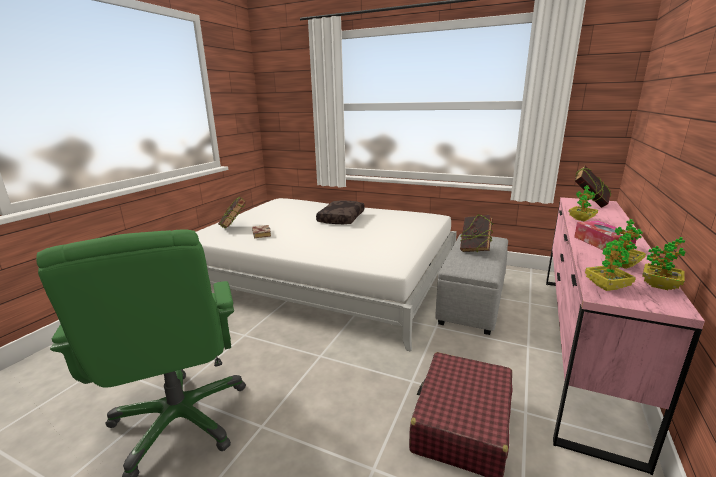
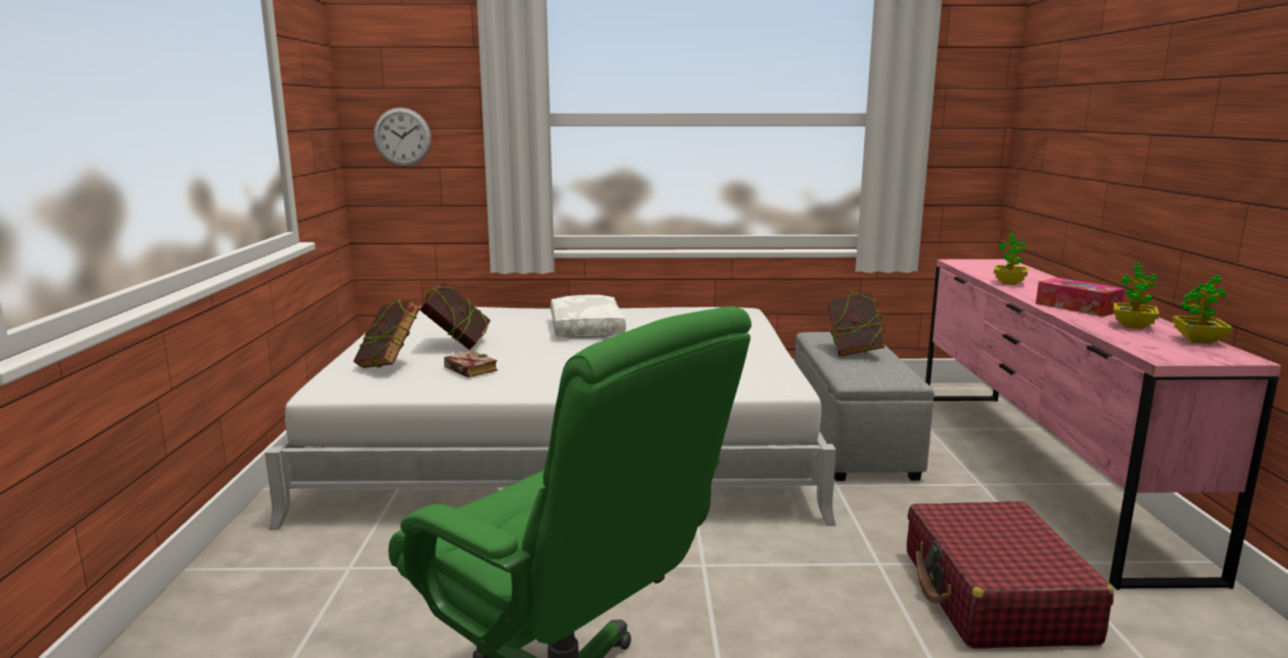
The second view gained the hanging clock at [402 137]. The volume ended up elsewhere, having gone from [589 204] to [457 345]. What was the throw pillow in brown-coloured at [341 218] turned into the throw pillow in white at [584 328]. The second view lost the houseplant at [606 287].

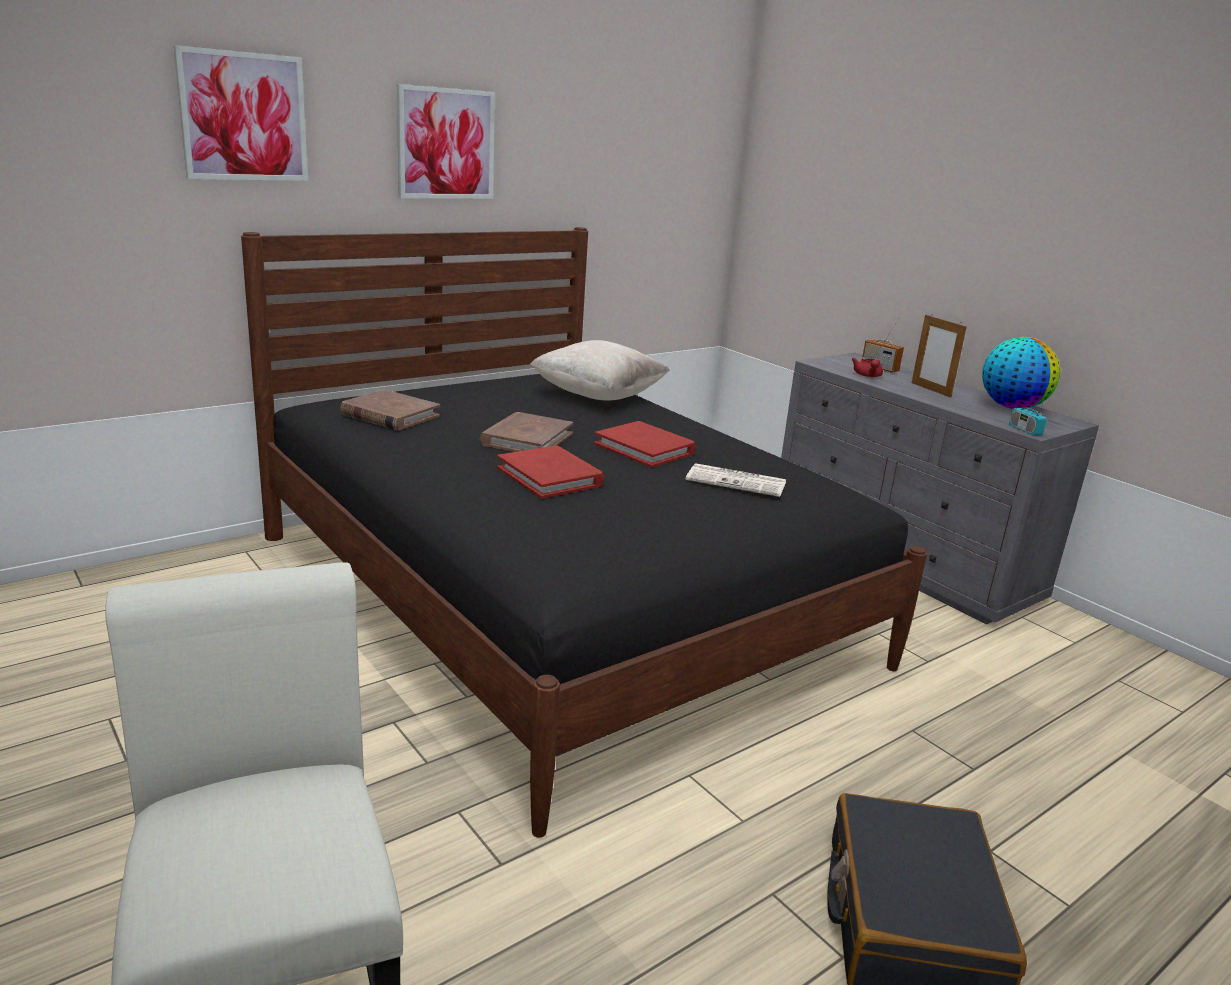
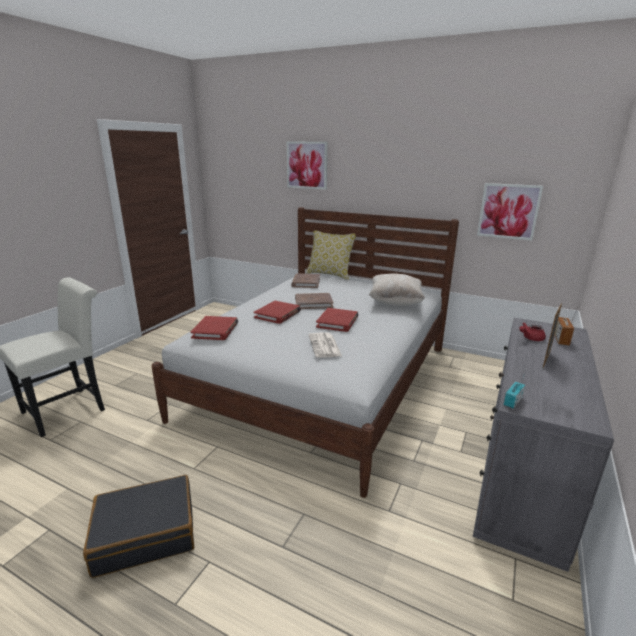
What was the bedroom bed in black-coloured at [558 598] turned into the bedroom bed in white at [322 381]. The second view gained the volume in red at [215 330]. The second view gained the throw pillow at [330 275]. The wall picture ended up elsewhere, having gone from [446 144] to [508 211]. The second view lost the globe at [1012 407].

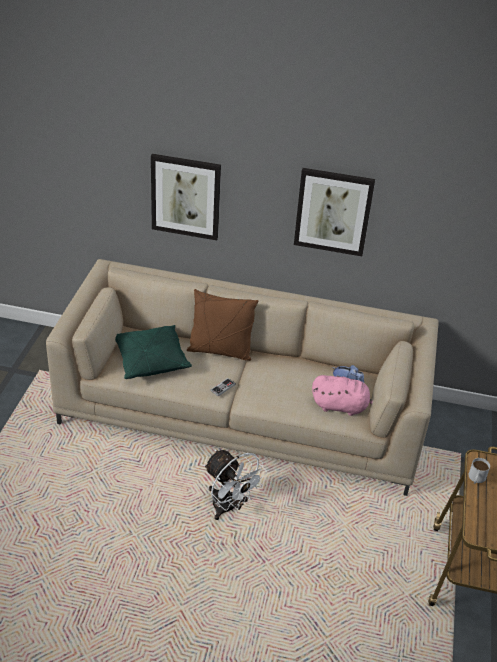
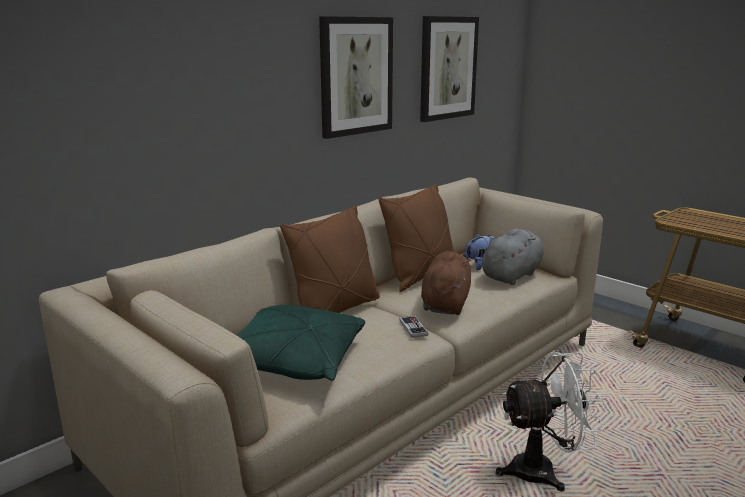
The second view gained the throw pillow in brown-coloured at [420 276]. The wall picture ended up elsewhere, having gone from [186 196] to [447 68]. The second view gained the plush toy in brown-coloured at [445 303]. What was the plush toy in pink at [342 406] turned into the plush toy in grey at [512 275]. The second view lost the coffee mug in white at [476 478].

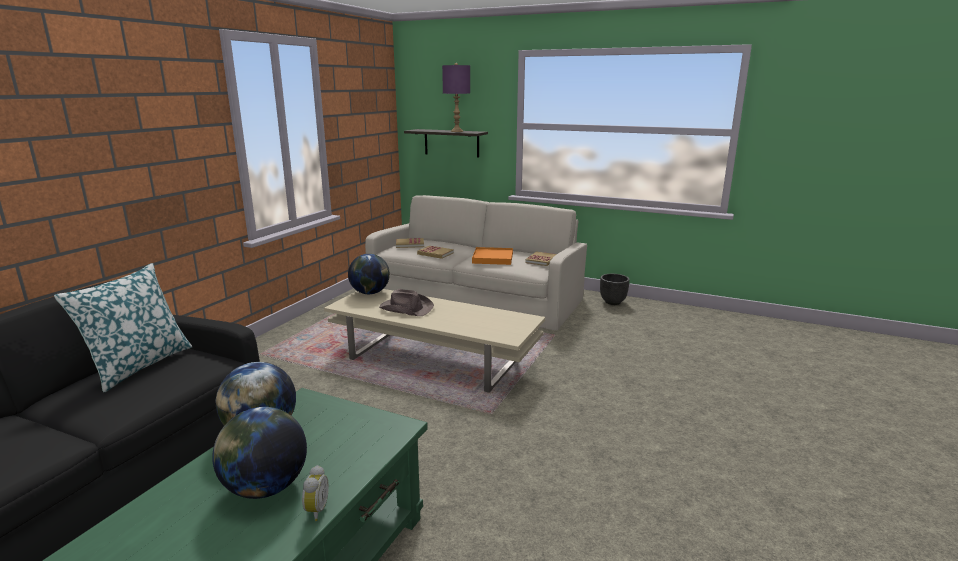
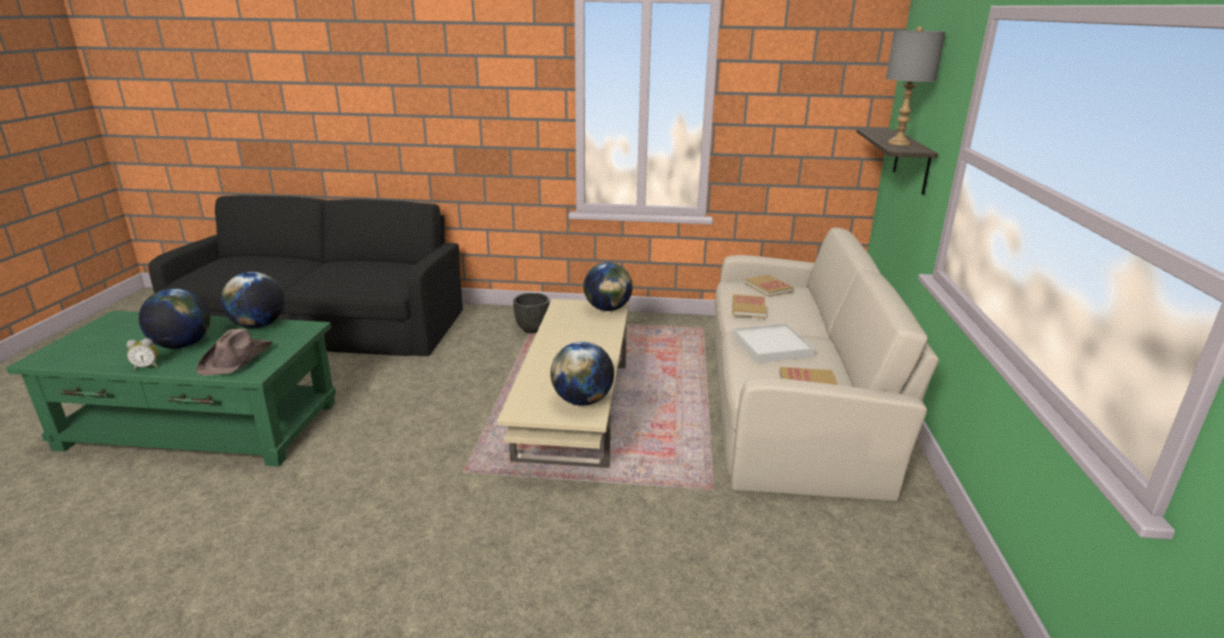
The clothing hat in brown-coloured ended up elsewhere, having gone from [406 308] to [237 358]. The planter in black-coloured ended up elsewhere, having gone from [613 302] to [532 329]. The second view gained the globe at [582 401]. What was the carrying tray in orange at [493 258] turned into the carrying tray in white at [772 346]. What was the lamp for a table in purple-coloured at [457 131] turned into the lamp for a table in grey at [898 143]. The second view lost the throw pillow at [139 365].

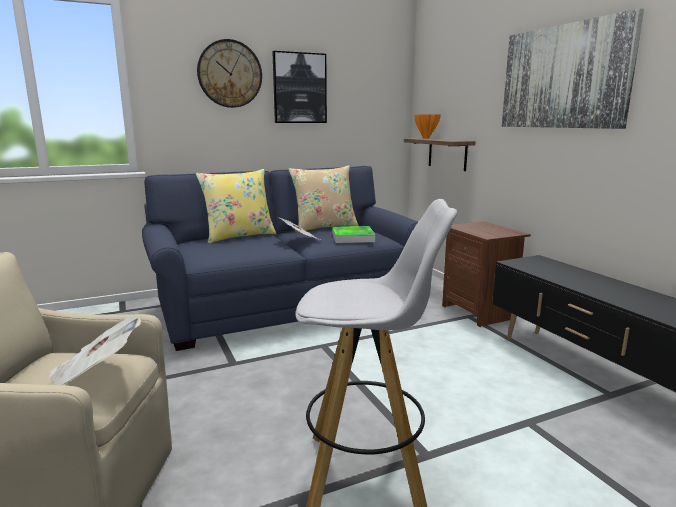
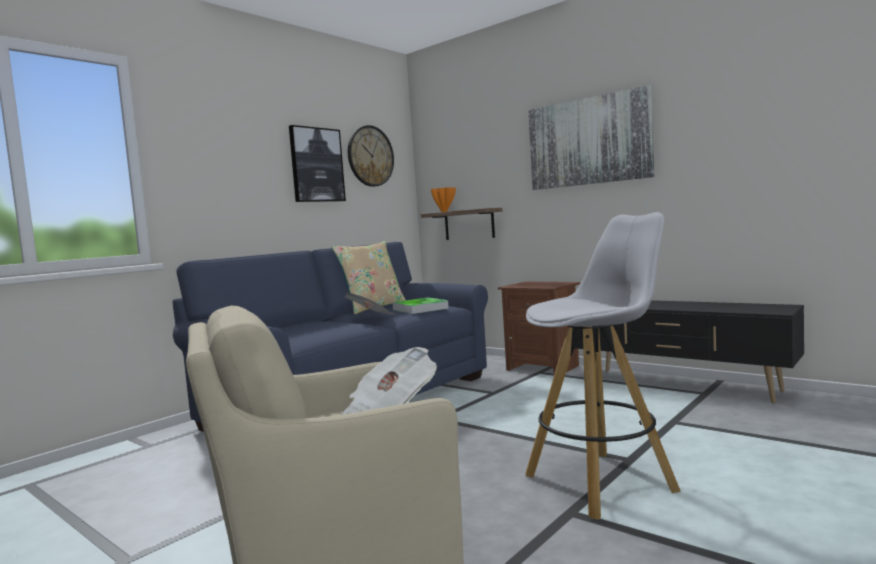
The hanging clock ended up elsewhere, having gone from [230 74] to [370 156]. The second view lost the throw pillow in yellowish at [239 236].

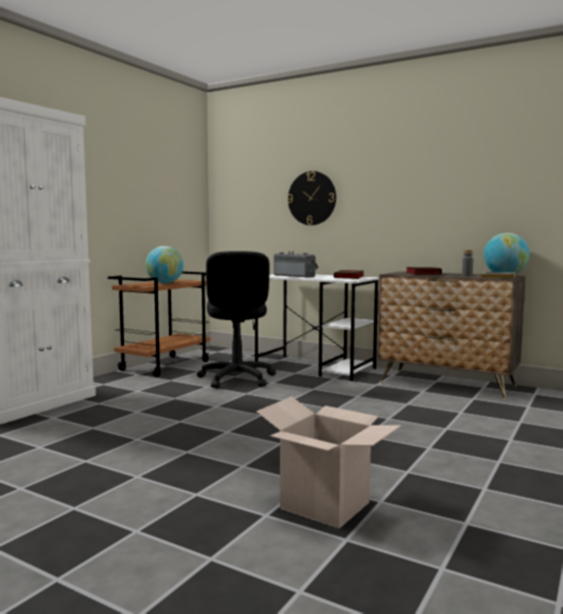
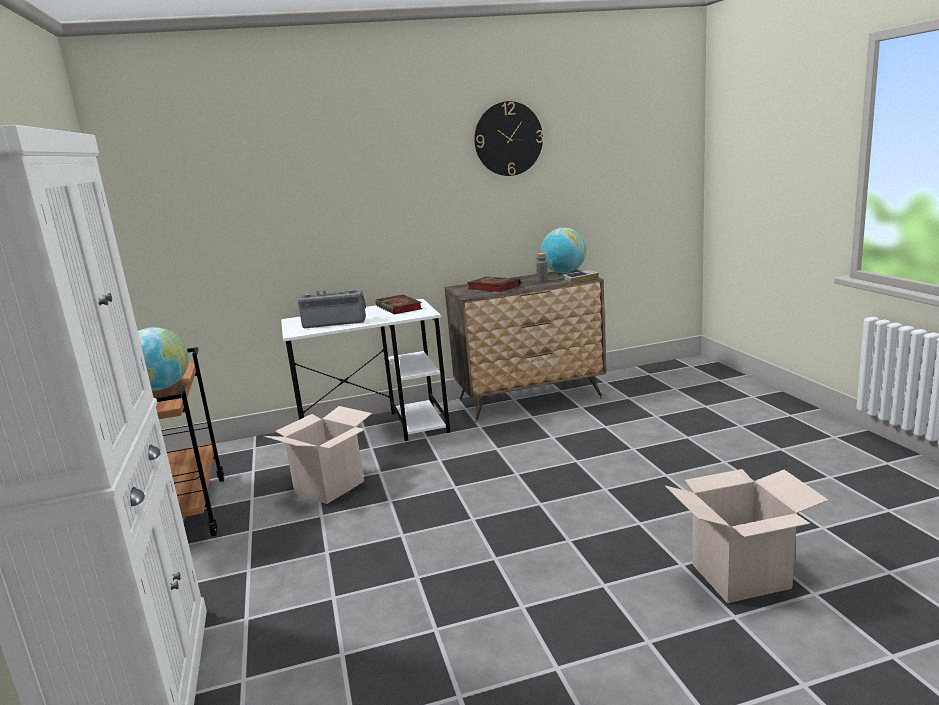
Where the office chair in black-coloured stood at [237 379], the packing box came to stand at [329 487]. The hanging clock ended up elsewhere, having gone from [312 198] to [508 139].

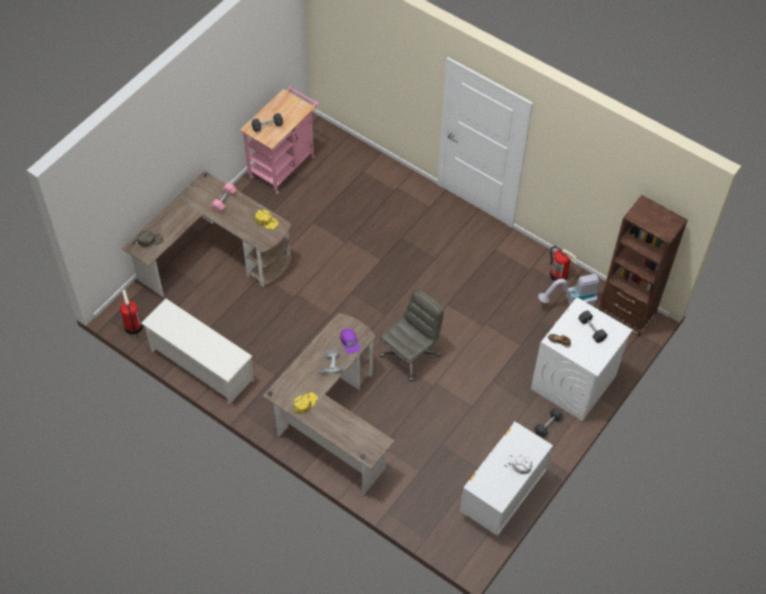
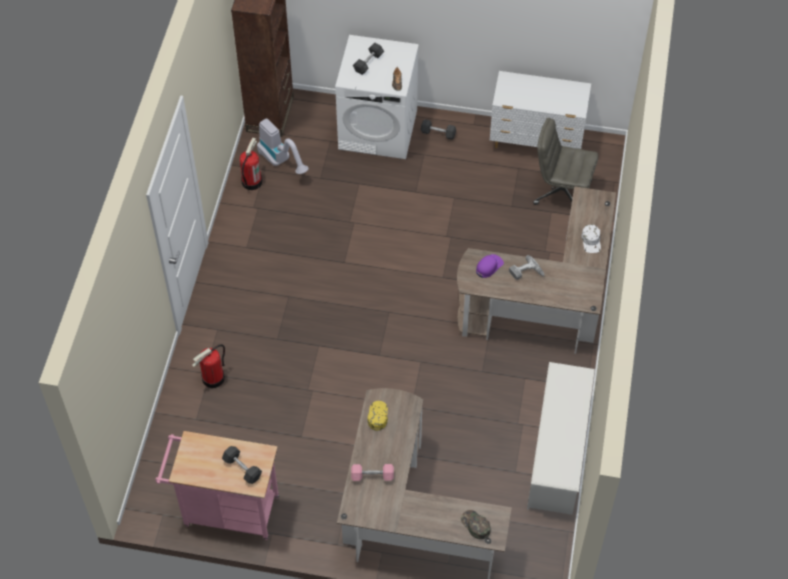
The fire extinguisher ended up elsewhere, having gone from [133 326] to [213 378]. The office chair in grey ended up elsewhere, having gone from [410 355] to [561 192]. The baseball cap in white ended up elsewhere, having gone from [517 465] to [591 241]. The second view lost the baseball cap in yellowish at [305 403].

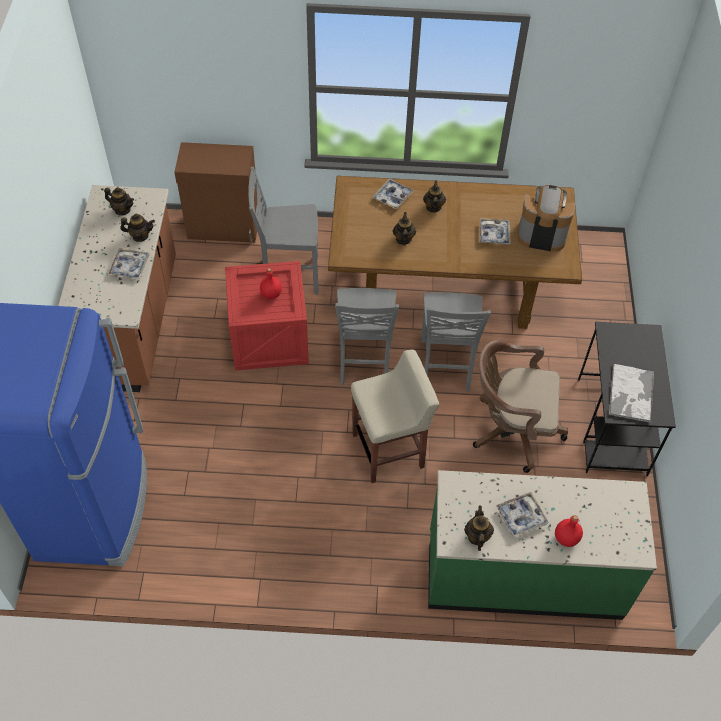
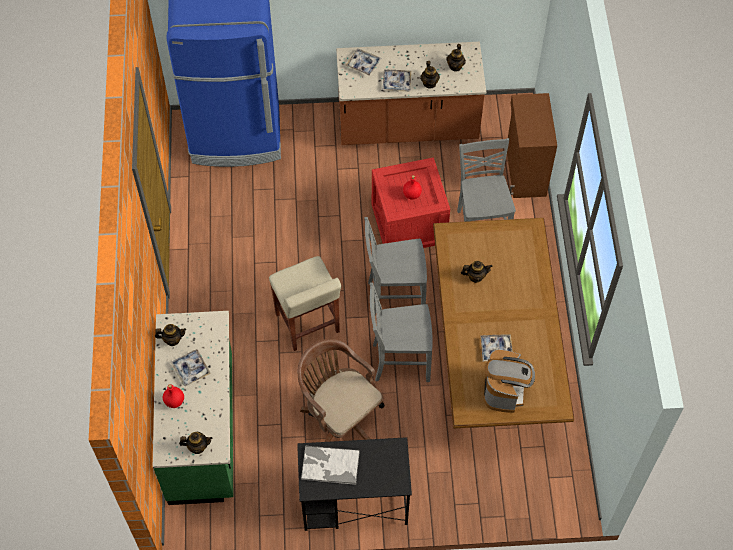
The teapot ended up elsewhere, having gone from [433 207] to [197 446]. The office chair in brown-coloured at [511 429] ended up facing another way, 45 degrees counterclockwise from before. The carrying tray ended up elsewhere, having gone from [392 197] to [363 64].

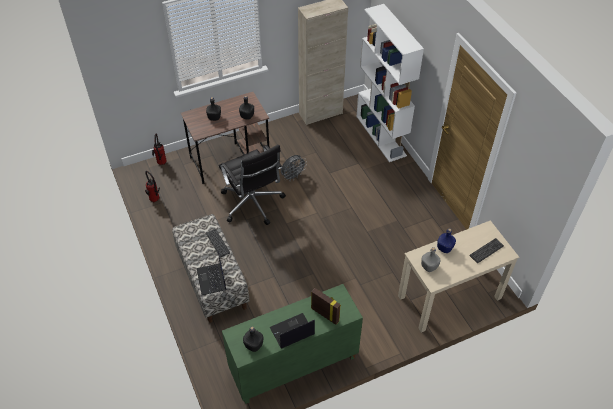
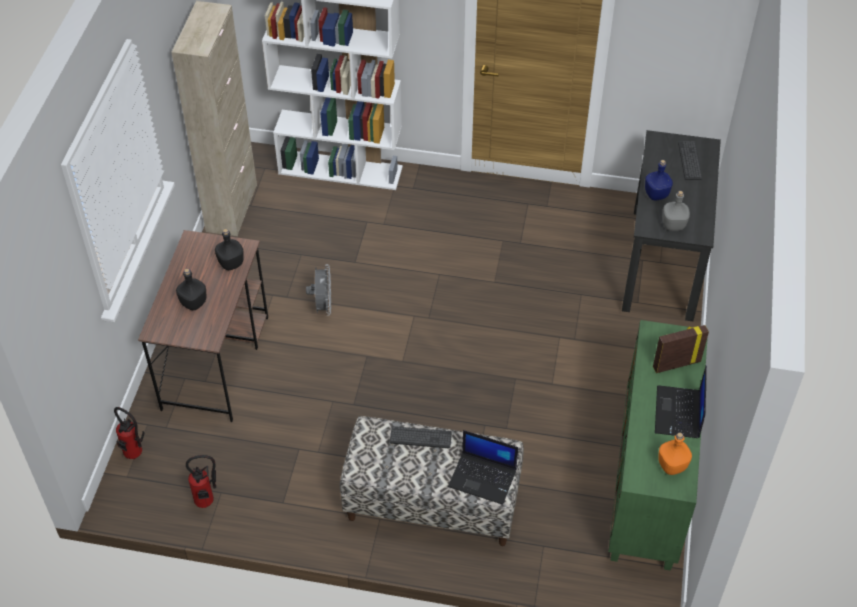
What was the desk table in beige-coloured at [449 297] turned into the desk table in black-coloured at [662 263]. What was the bottle in black-coloured at [254 345] turned into the bottle in orange at [672 465]. The second view lost the office chair in black-coloured at [253 204].

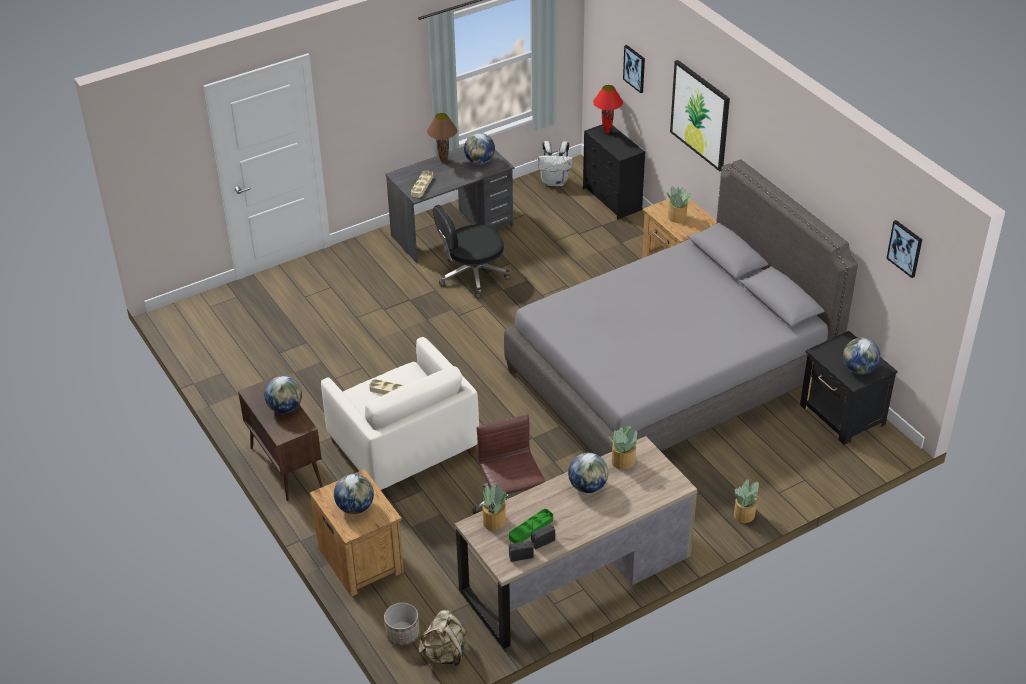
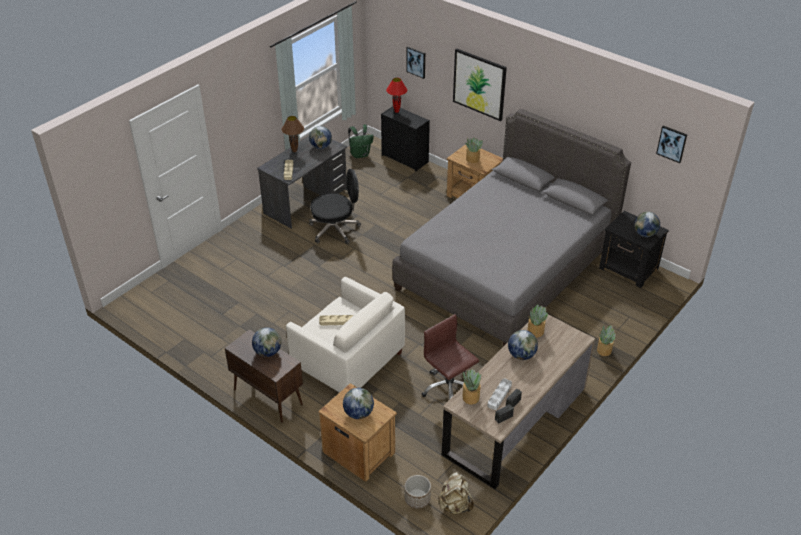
The office chair in black-coloured at [471 276] ended up facing another way, 150 degrees counterclockwise from before. What was the rucksack in white at [555 181] turned into the rucksack in greenish at [360 154]. What was the carrying tray in greenish at [531 528] turned into the carrying tray in grey at [499 395].

